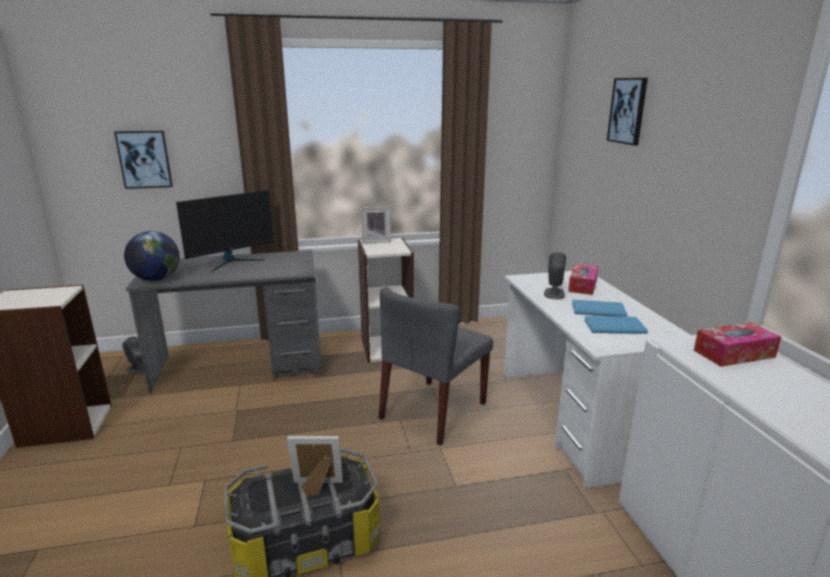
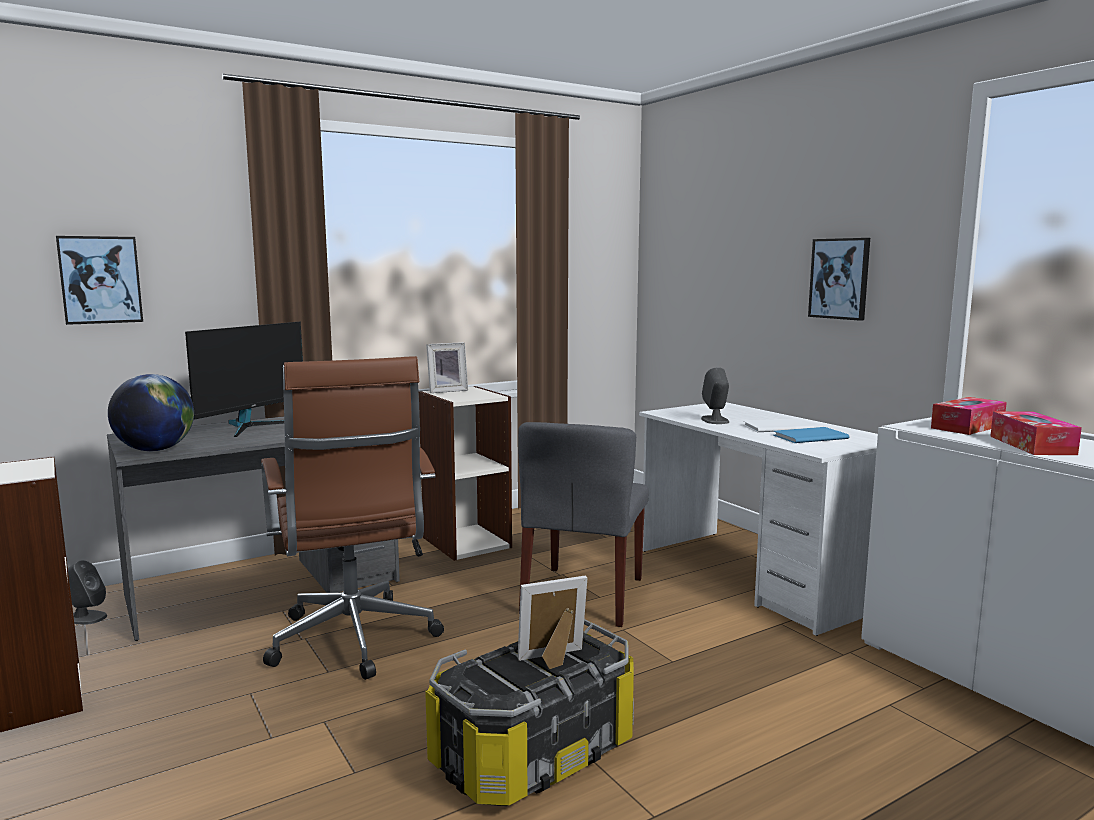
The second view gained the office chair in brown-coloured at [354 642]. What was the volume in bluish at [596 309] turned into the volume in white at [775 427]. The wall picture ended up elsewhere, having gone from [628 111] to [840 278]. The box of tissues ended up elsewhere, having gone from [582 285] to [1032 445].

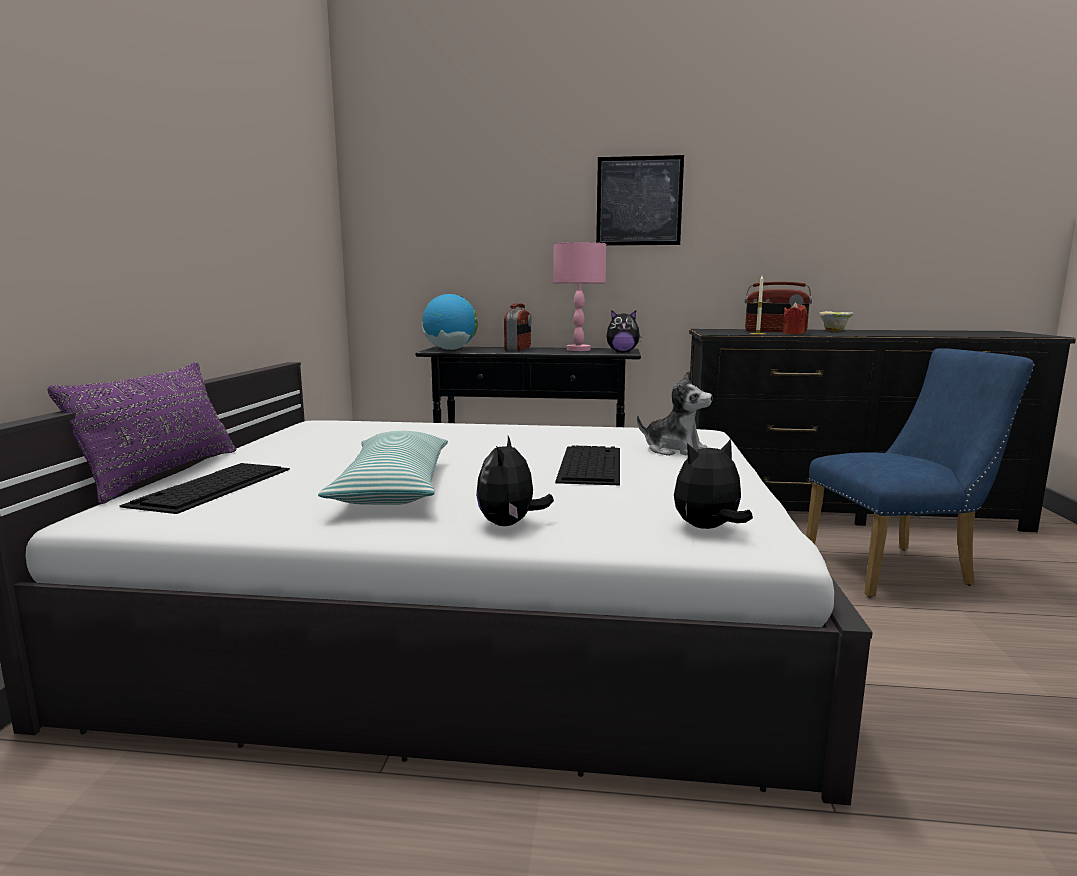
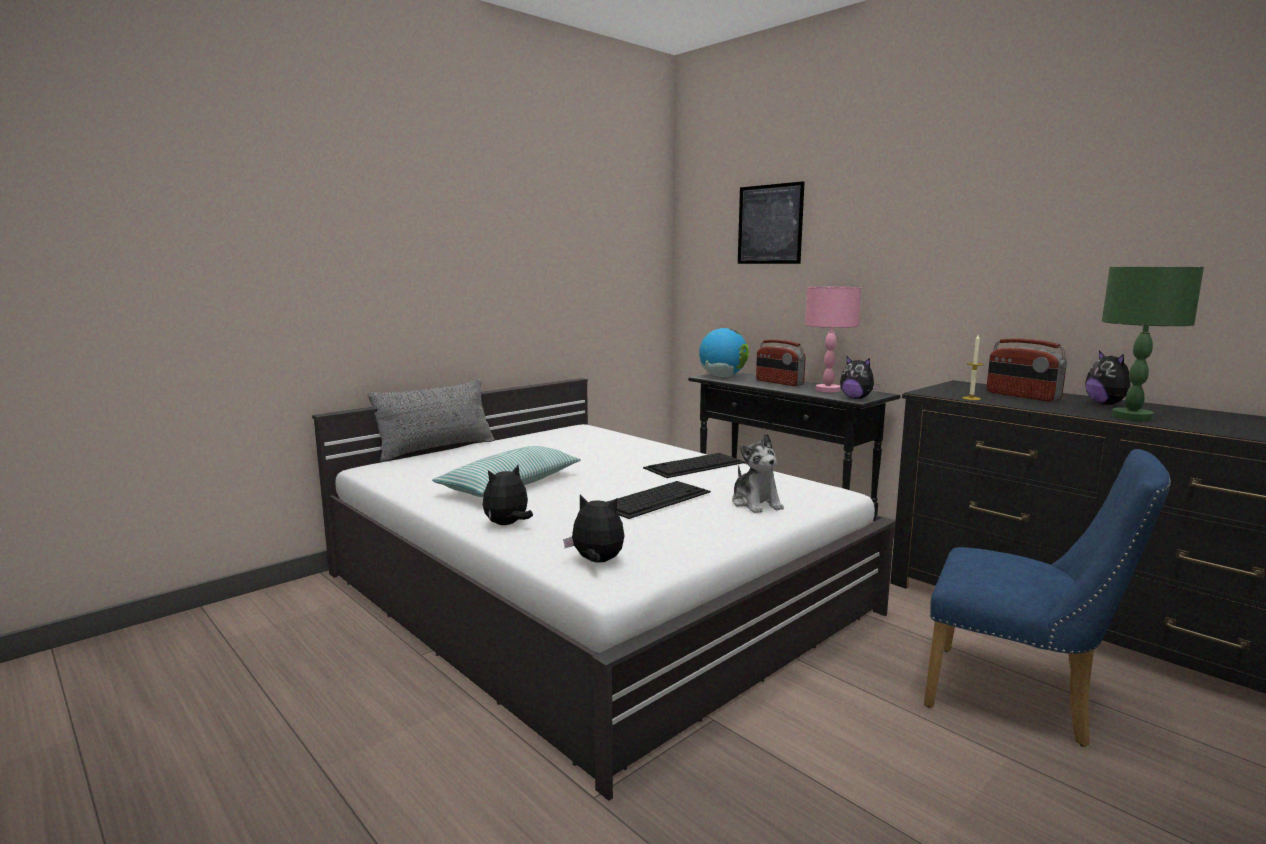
What was the throw pillow in purple-coloured at [164 474] turned into the throw pillow in grey at [436 449]. The PC keyboard ended up elsewhere, having gone from [212 487] to [694 465]. The wall picture ended up elsewhere, having gone from [639 201] to [770 224]. The radio at [518 349] ended up facing another way, 90 degrees clockwise from before. Where the deep dish stood at [835 331], the plush toy came to stand at [1107 404]. The second view gained the lamp for a table in greenish at [1131 417]. The second view lost the wax light in red at [793 334].

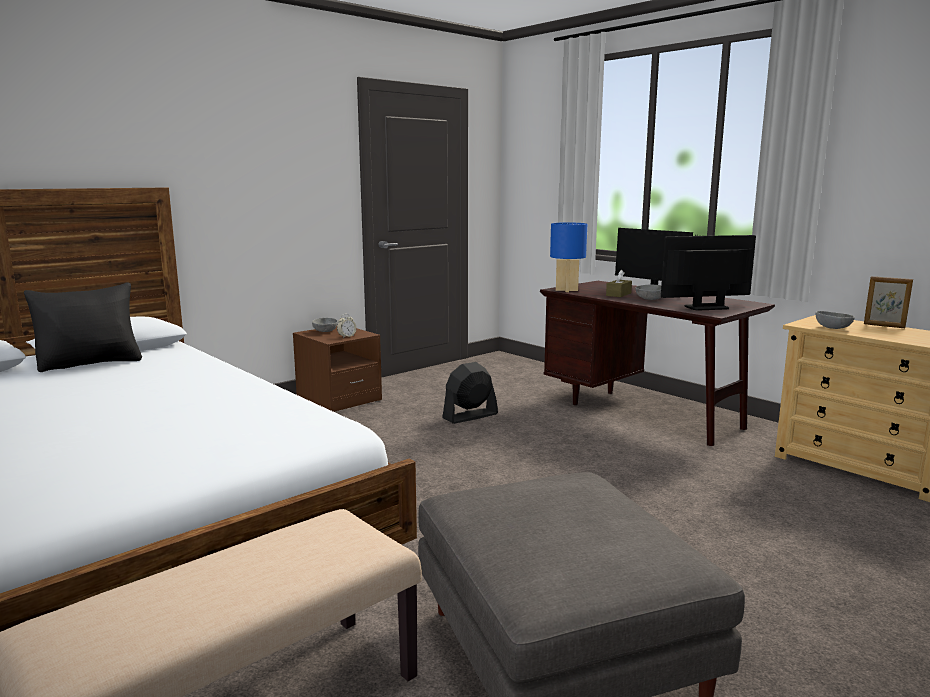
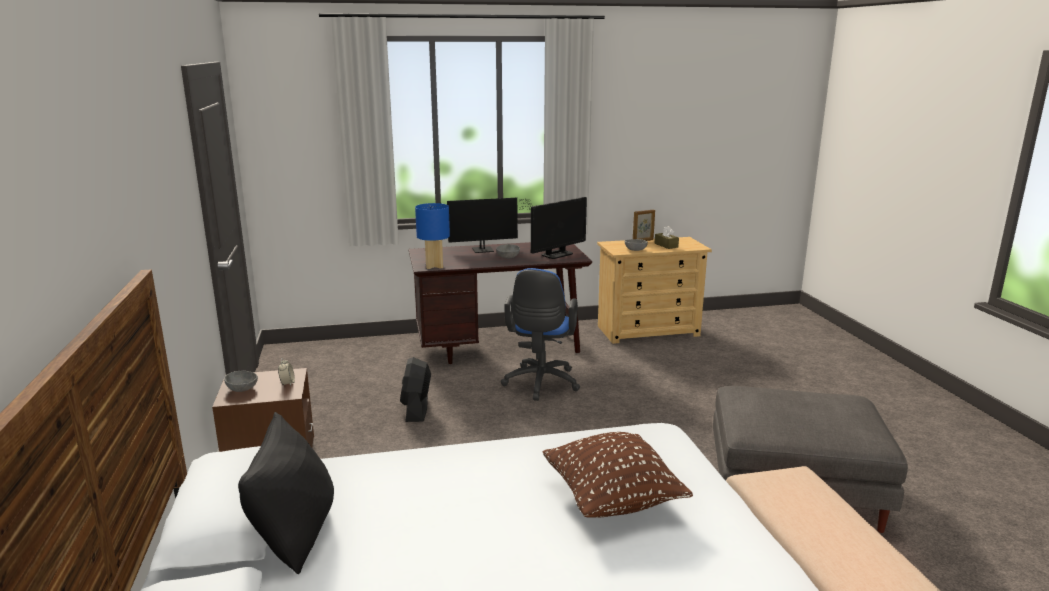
The second view gained the office chair in bluish at [540 384]. The computer display at [706 307] ended up facing another way, 150 degrees counterclockwise from before. The second view gained the throw pillow in brown-coloured at [612 500]. The box of tissues in brown-coloured ended up elsewhere, having gone from [618 294] to [666 245].

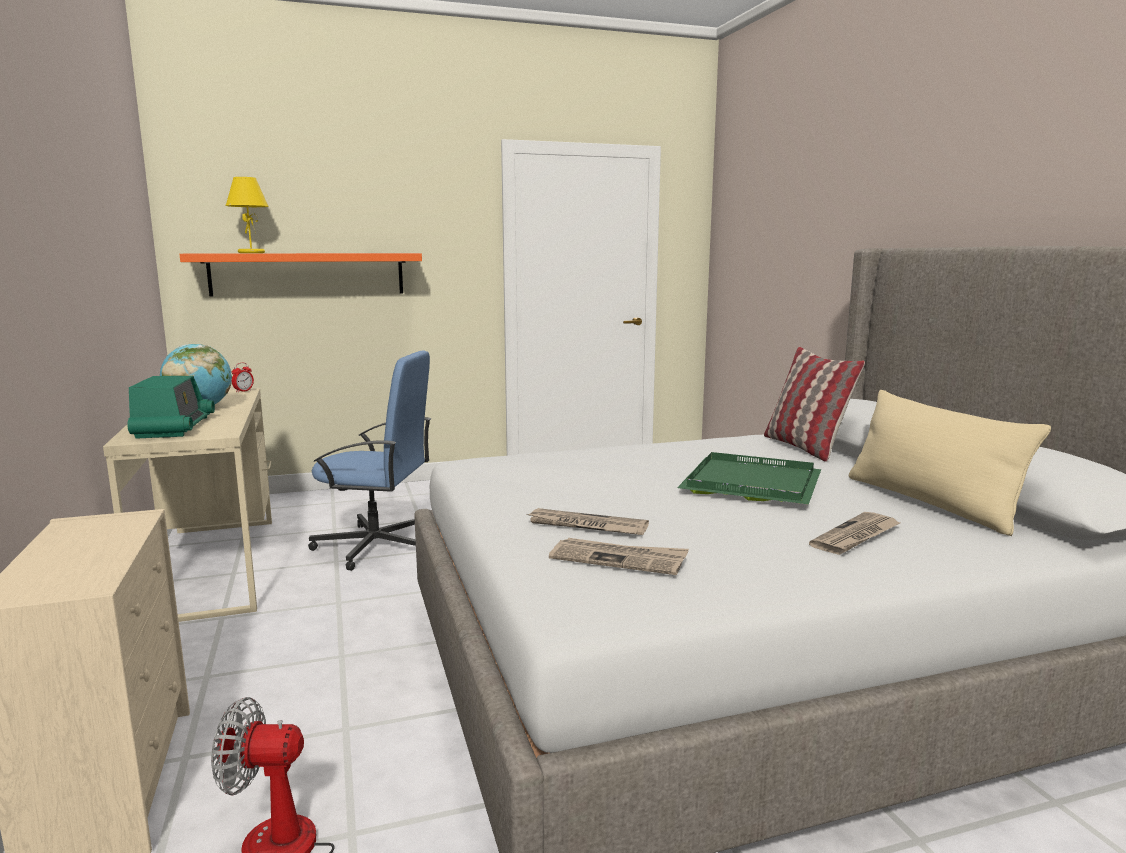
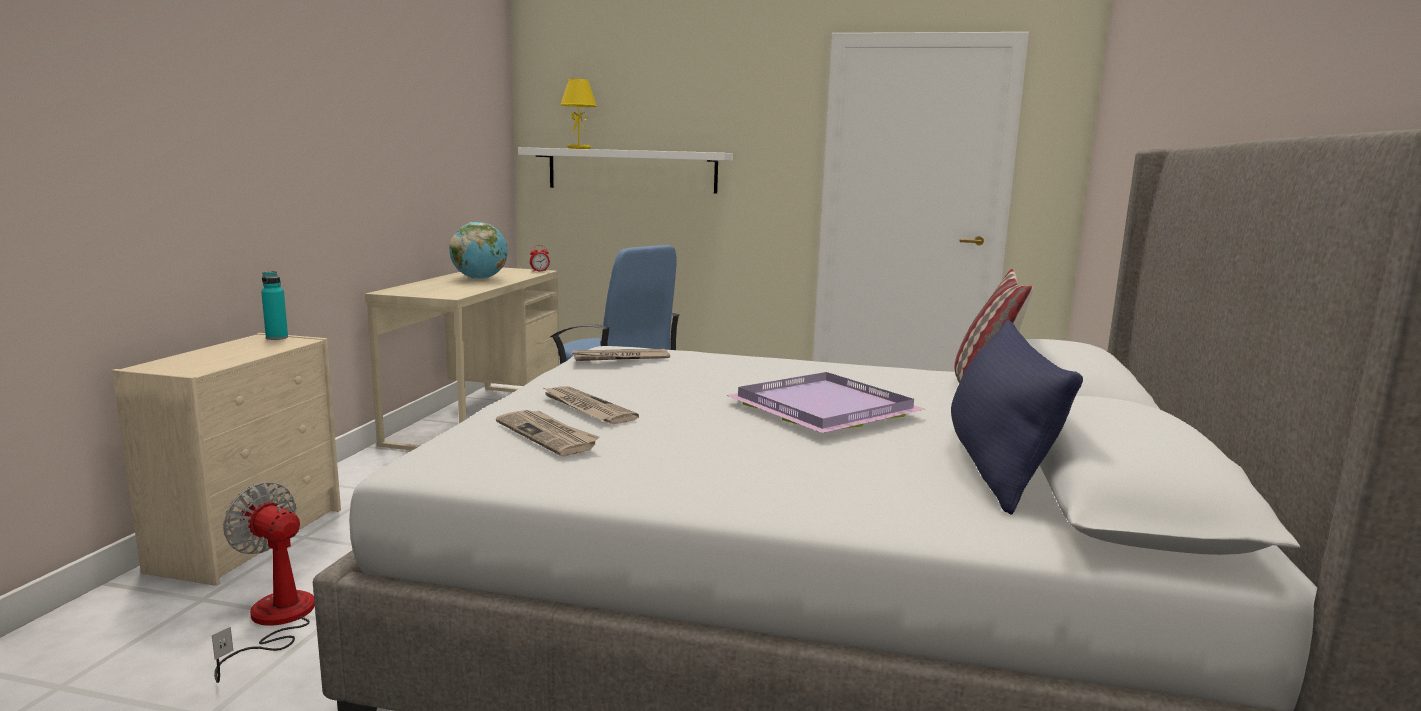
The second view gained the bottle in blue-green at [277 338]. What was the bracket shelf in orange at [308 274] turned into the bracket shelf in white at [632 170]. The newspaper ended up elsewhere, having gone from [856 537] to [620 358]. What was the carrying tray in greenish at [754 483] turned into the carrying tray in purple-coloured at [827 409]. What was the throw pillow in beige-coloured at [930 502] turned into the throw pillow in bluish at [996 465]. The second view lost the radio at [174 427].

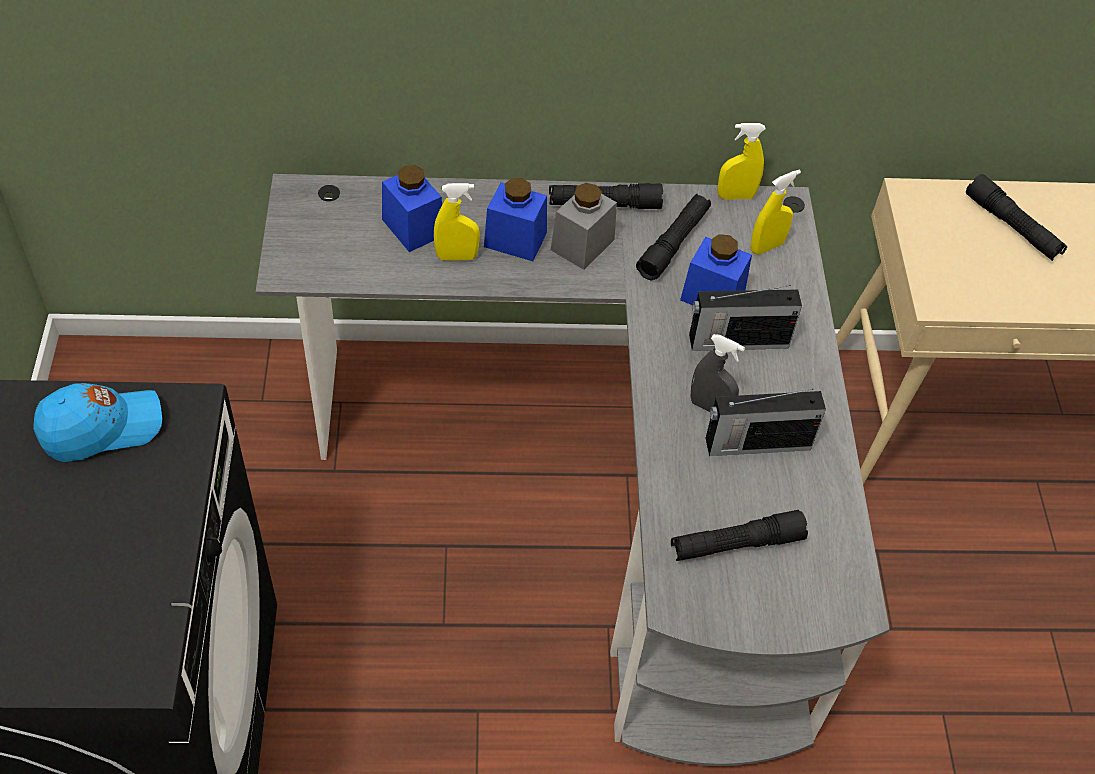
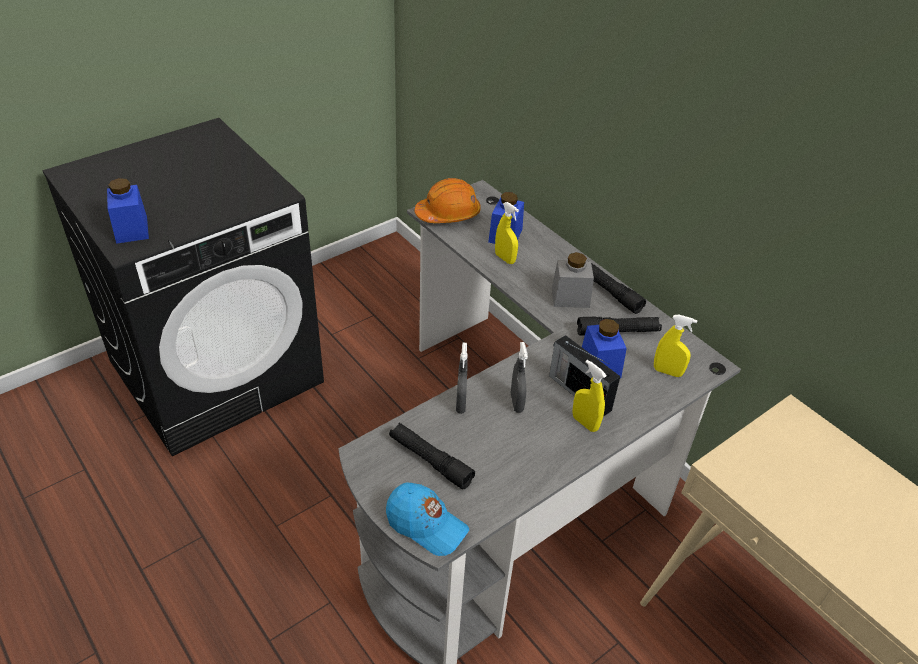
The preserve jar in bluish ended up elsewhere, having gone from [515 239] to [132 229]. The baseball cap in bluish ended up elsewhere, having gone from [102 428] to [426 525]. The second view gained the safety helmet in orange at [448 214]. The second view gained the sprayer in grey at [461 403]. The sprayer in yellowish ended up elsewhere, having gone from [735 196] to [585 423]. The second view lost the radio at [755 443]. The second view lost the hand torch in black-coloured at [1012 227].

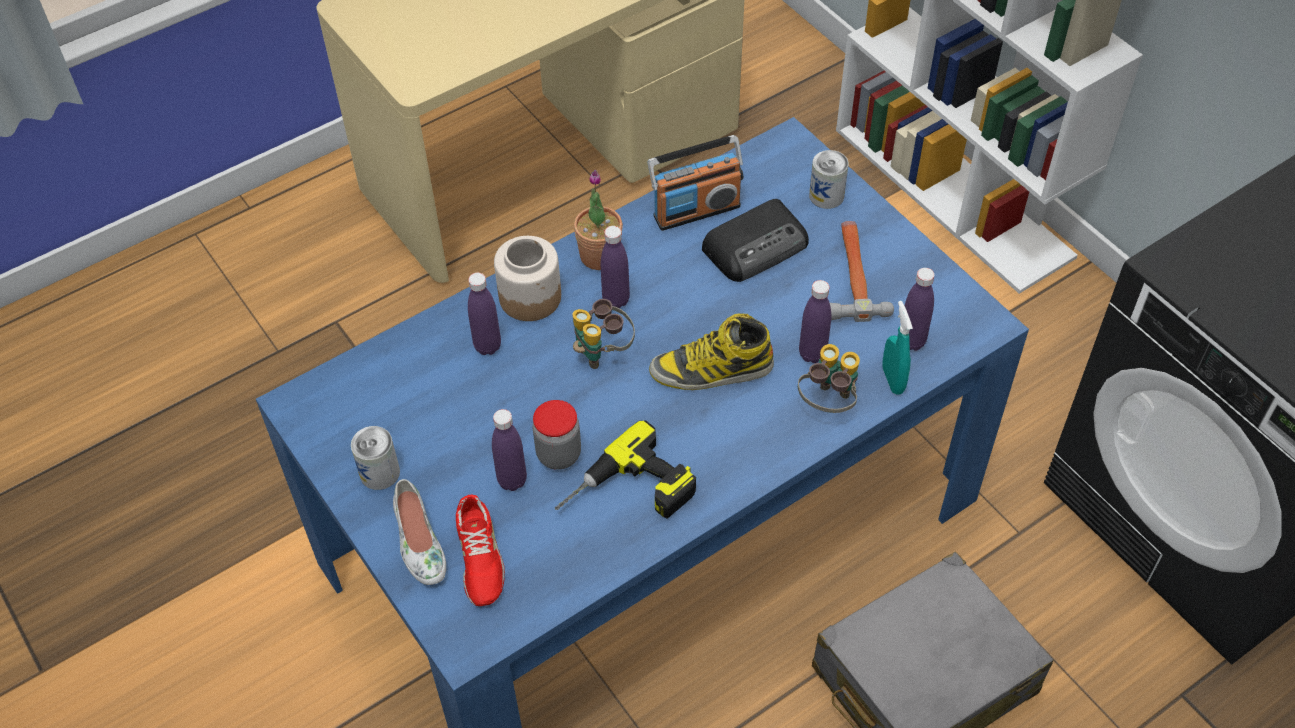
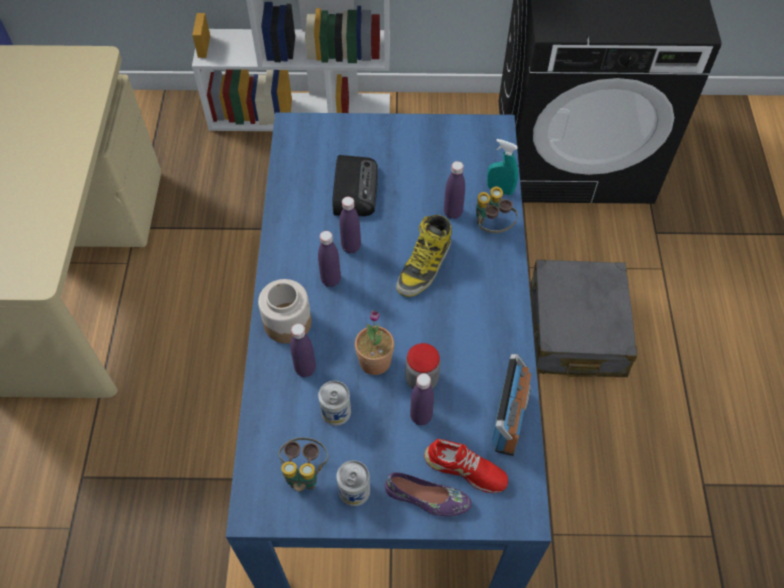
The binoculars ended up elsewhere, having gone from [603 351] to [304 473]. The can ended up elsewhere, having gone from [826 195] to [336 411]. The bottle in purple-coloured ended up elsewhere, having gone from [911 341] to [351 247]. The houseplant ended up elsewhere, having gone from [599 256] to [375 361]. What was the low shoe in white at [418 542] turned into the low shoe in purple-coloured at [427 498]. The radio ended up elsewhere, having gone from [696 210] to [509 420]. The second view lost the electric drill at [628 495]. The second view lost the hammer at [853 275].

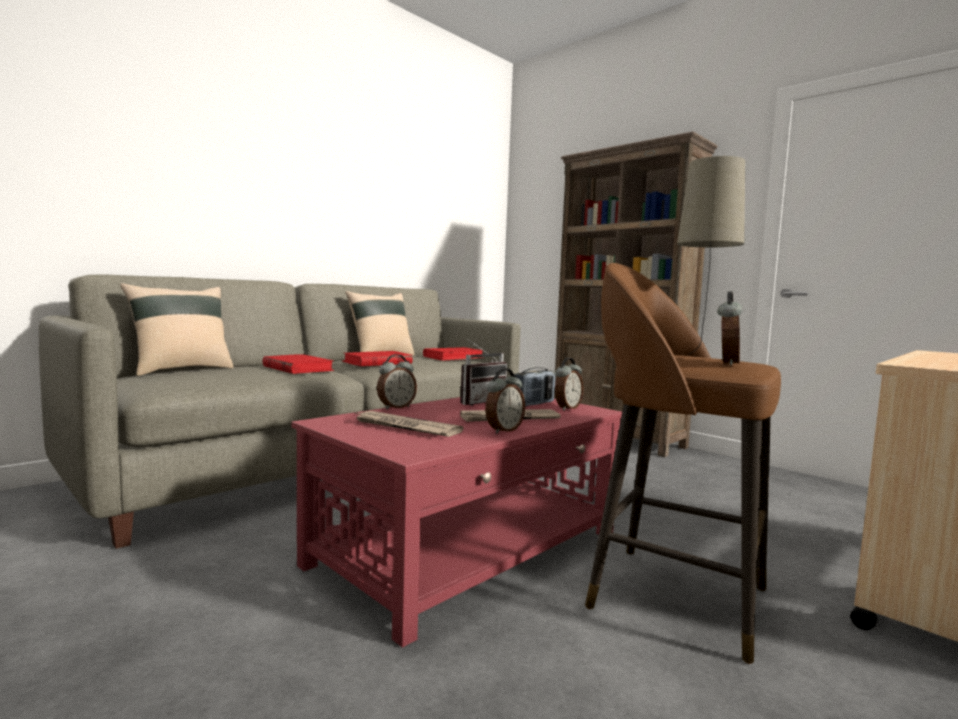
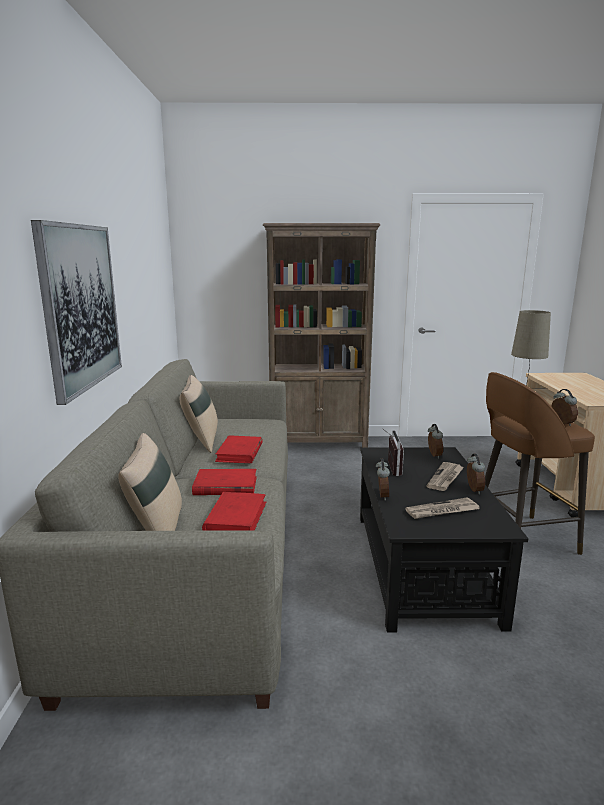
The second view gained the wall picture at [80 307]. The volume in red ended up elsewhere, having gone from [453 357] to [236 517]. What was the coffee table in red at [470 548] turned into the coffee table in black-coloured at [422 564]. The second view lost the radio at [533 404].

